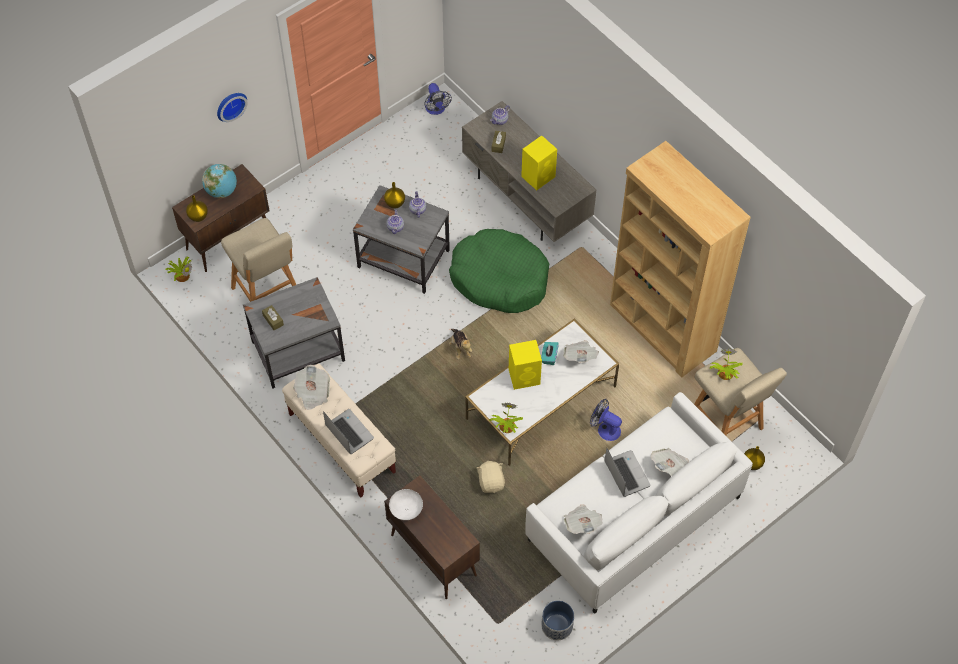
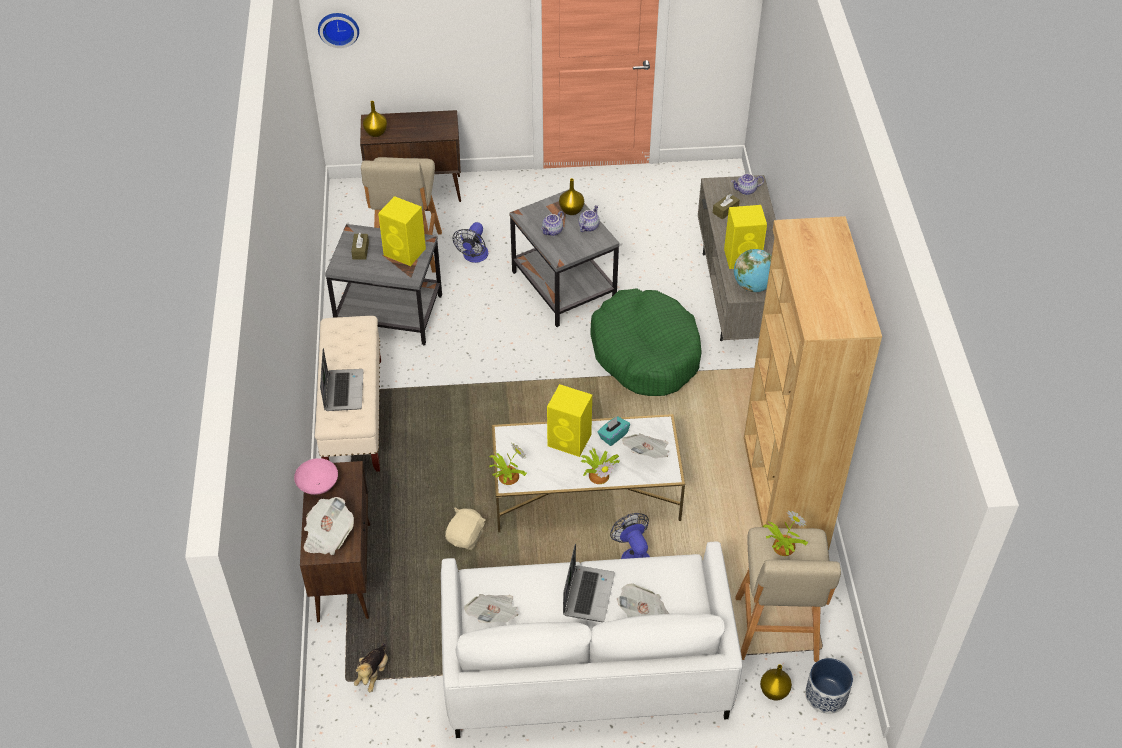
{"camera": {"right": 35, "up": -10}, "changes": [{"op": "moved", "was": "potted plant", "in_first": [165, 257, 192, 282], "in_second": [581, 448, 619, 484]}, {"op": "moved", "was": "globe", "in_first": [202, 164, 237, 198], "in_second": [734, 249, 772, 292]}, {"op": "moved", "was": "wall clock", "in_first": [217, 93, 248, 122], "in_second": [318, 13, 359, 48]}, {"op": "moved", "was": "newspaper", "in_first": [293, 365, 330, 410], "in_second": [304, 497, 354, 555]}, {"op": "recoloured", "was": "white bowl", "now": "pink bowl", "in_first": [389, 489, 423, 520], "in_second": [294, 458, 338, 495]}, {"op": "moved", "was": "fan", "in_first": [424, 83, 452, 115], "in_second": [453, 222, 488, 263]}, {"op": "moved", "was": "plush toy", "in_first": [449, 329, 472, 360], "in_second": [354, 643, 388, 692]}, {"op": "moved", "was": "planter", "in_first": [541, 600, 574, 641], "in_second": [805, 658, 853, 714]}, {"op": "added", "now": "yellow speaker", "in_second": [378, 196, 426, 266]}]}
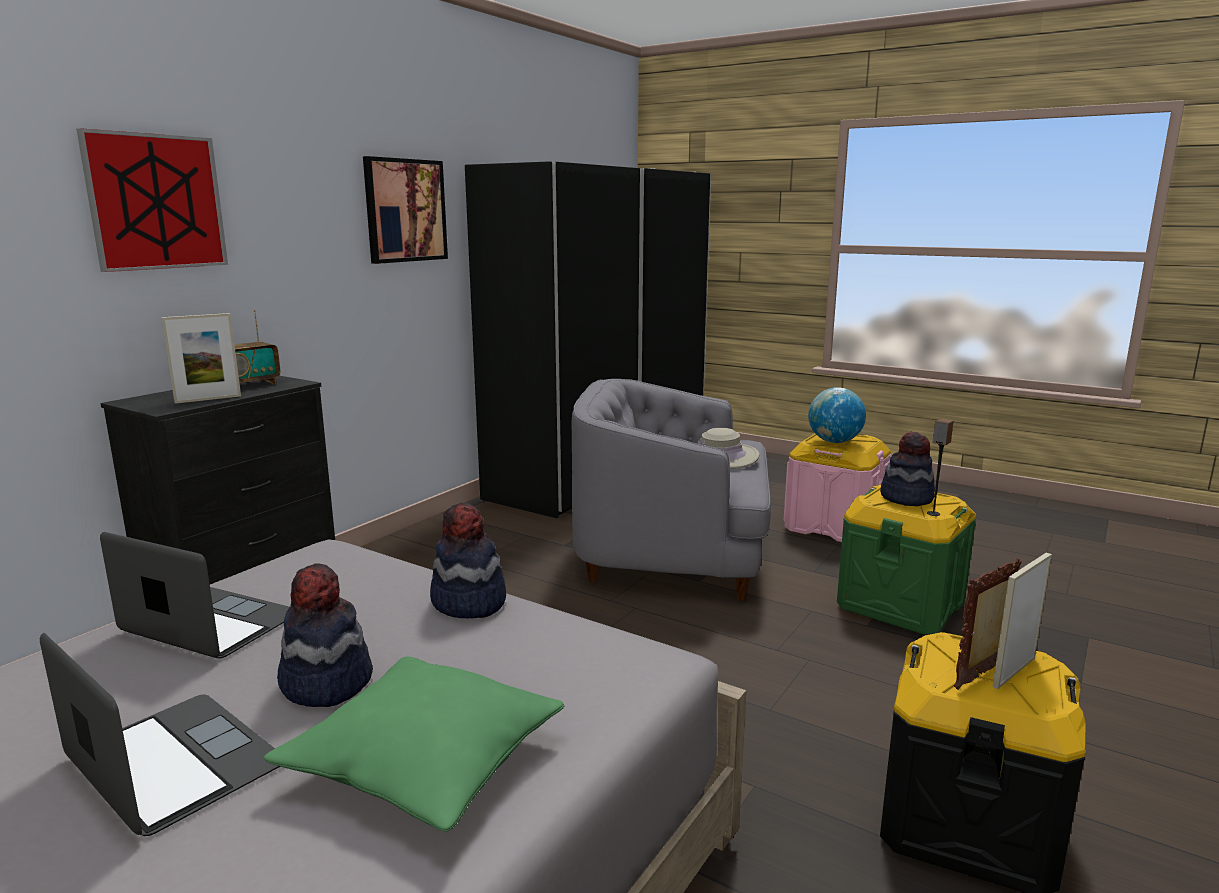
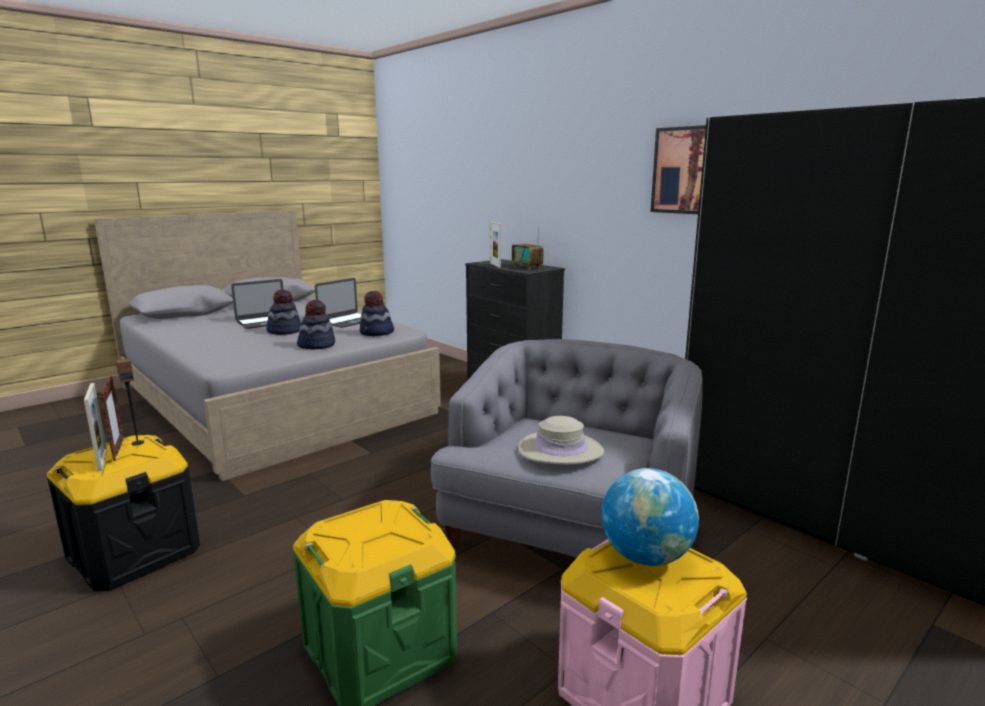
{"camera": {"right": 105, "up": 0}, "changes": [{"op": "removed", "was": "picture", "in_first": [76, 128, 228, 272]}, {"op": "removed", "was": "green pillow", "in_first": [264, 656, 564, 832]}, {"op": "moved", "was": "hat", "in_first": [880, 432, 935, 506], "in_second": [360, 291, 394, 336]}, {"op": "moved", "was": "speaker", "in_first": [927, 419, 953, 516], "in_second": [116, 358, 144, 445]}]}
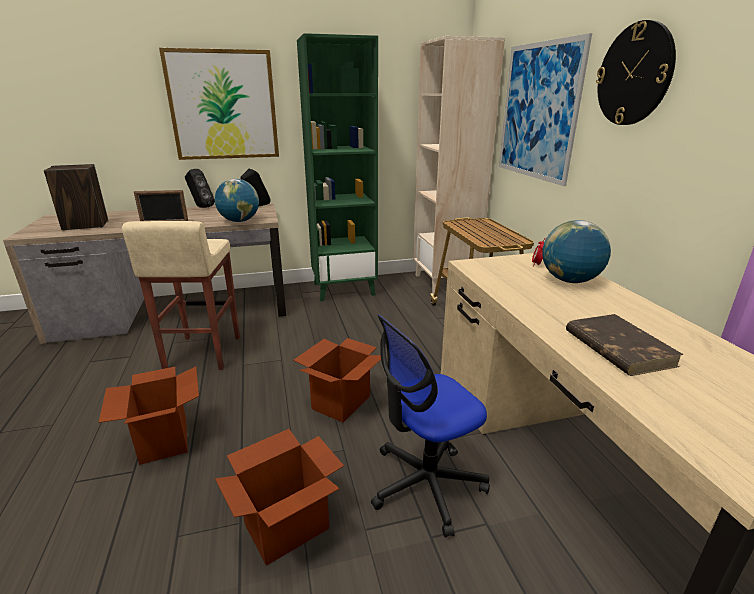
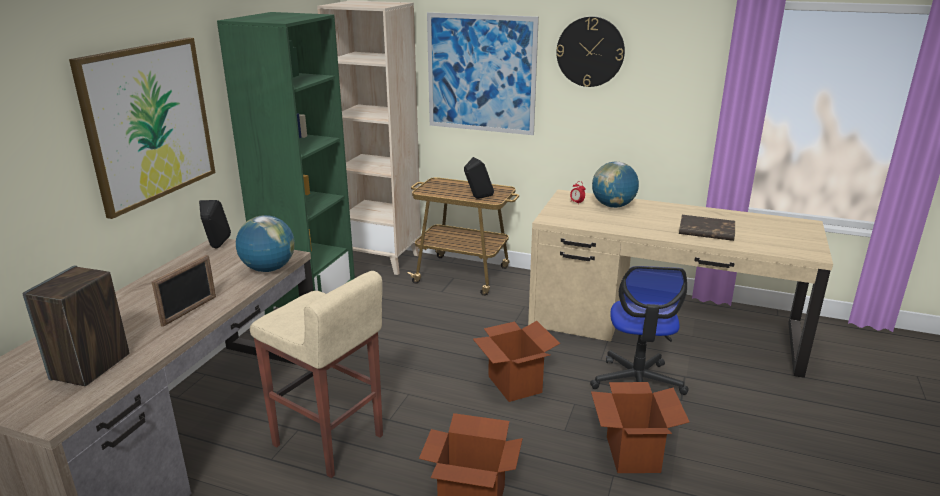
{"camera": {"right": -55, "up": 0}, "changes": [{"op": "moved", "was": "black speaker", "in_first": [185, 169, 215, 208], "in_second": [464, 157, 494, 199]}]}
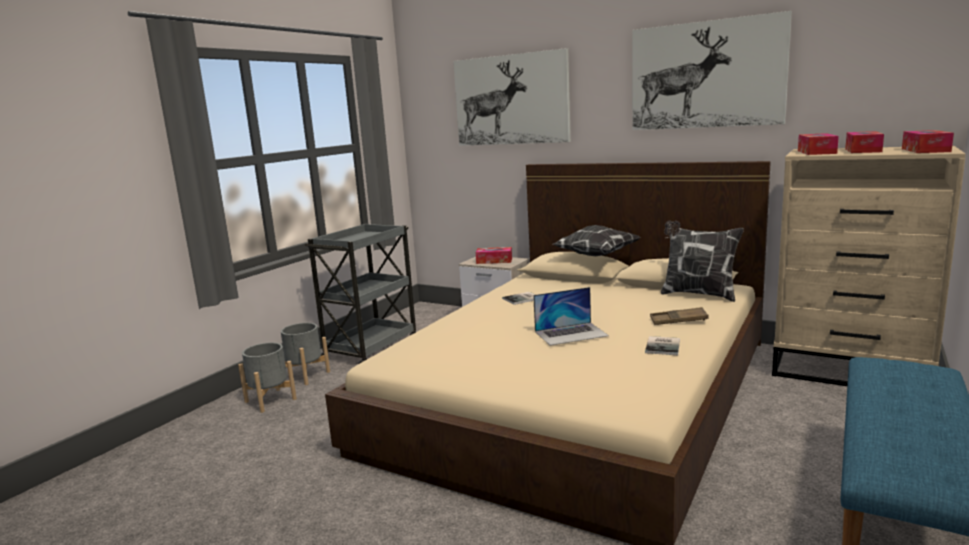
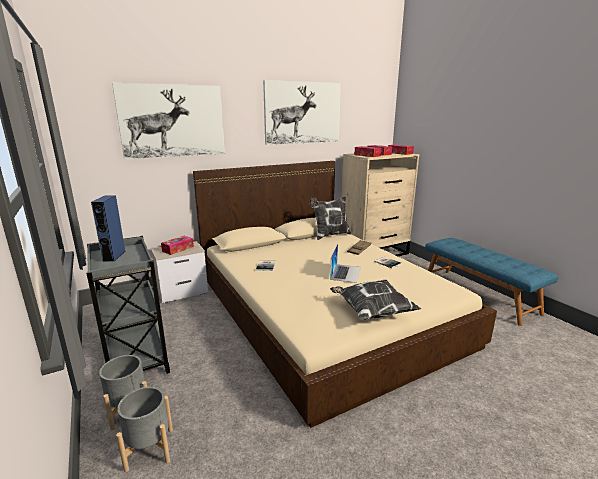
{"camera": {"right": -60, "up": 5}, "changes": [{"op": "moved", "was": "pillow", "in_first": [553, 225, 640, 256], "in_second": [330, 280, 421, 320]}, {"op": "added", "now": "blue speaker", "in_second": [91, 195, 125, 262]}]}
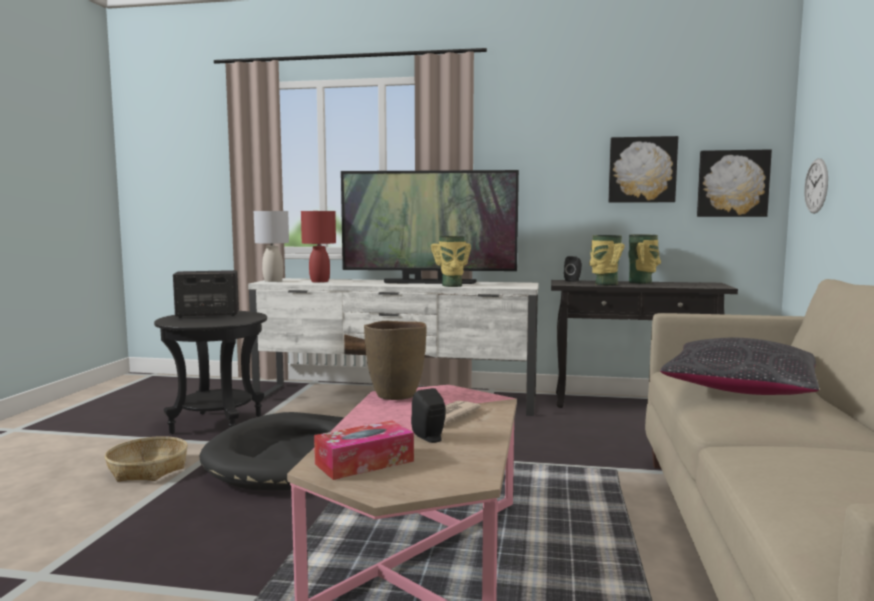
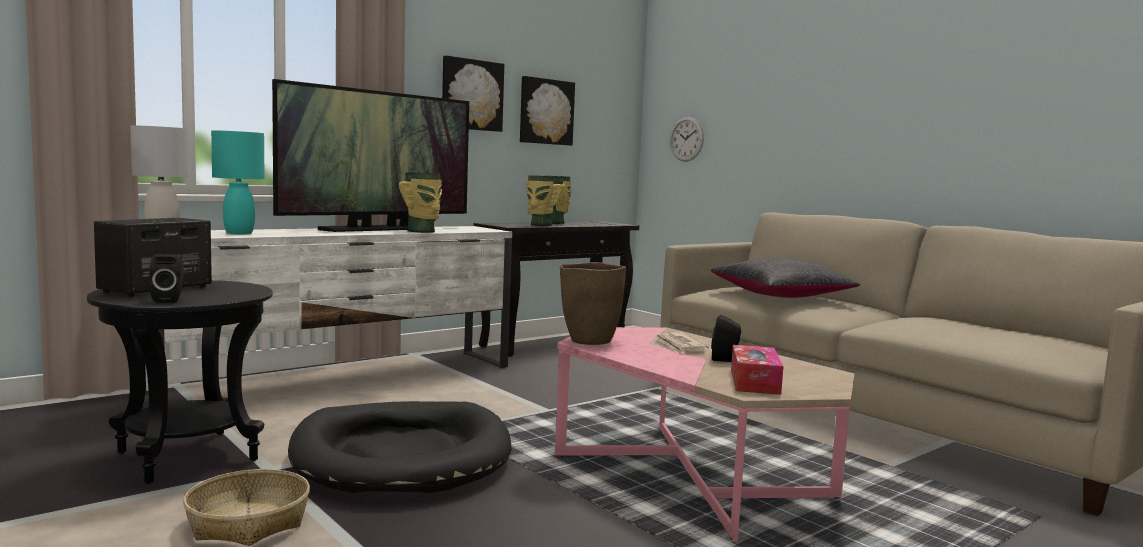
{"camera": {"right": -50, "up": 0}, "changes": [{"op": "recoloured", "was": "red table lamp", "now": "turquoise table lamp", "in_first": [301, 211, 336, 283], "in_second": [211, 130, 265, 234]}, {"op": "moved", "was": "black speaker", "in_first": [564, 256, 582, 282], "in_second": [150, 254, 184, 303]}, {"op": "moved", "was": "picture", "in_first": [697, 149, 772, 217], "in_second": [442, 56, 504, 132]}]}
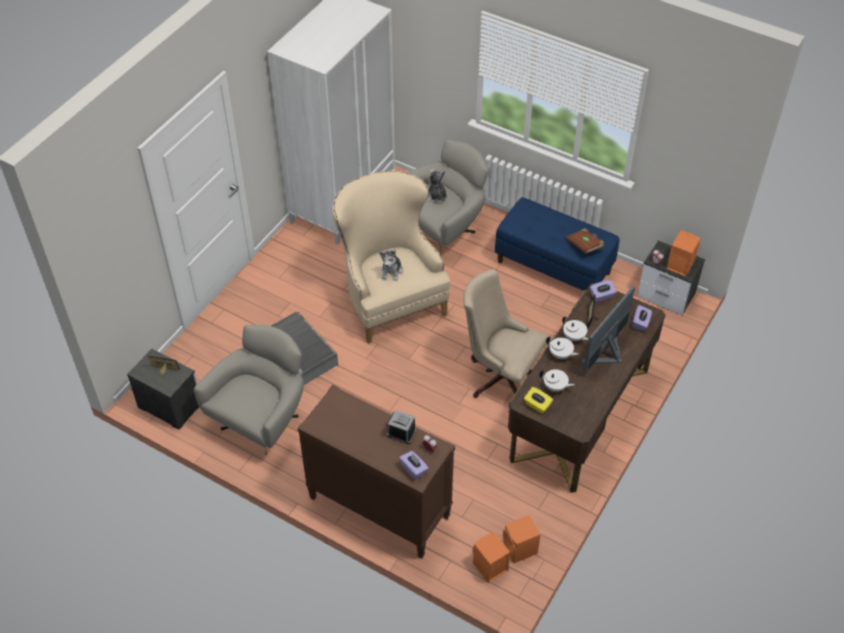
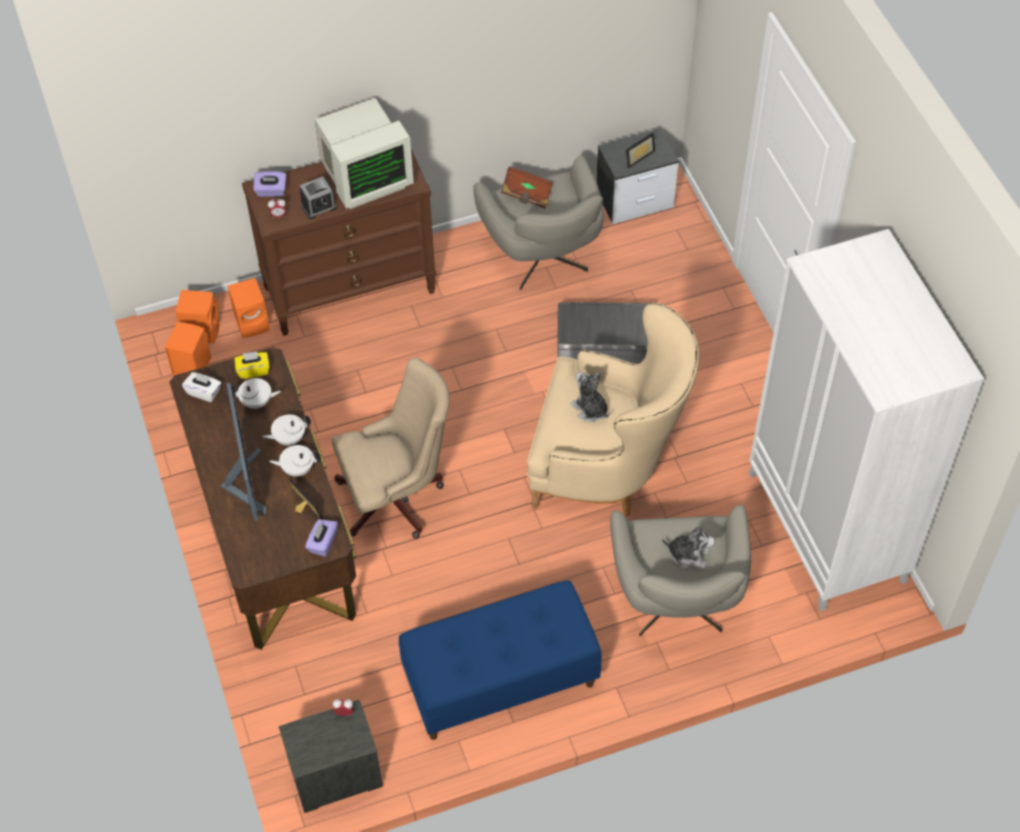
{"camera": {"right": 130, "up": 5}, "changes": [{"op": "turned", "was": "white teapot", "in_first": [539, 369, 575, 392], "in_second": [231, 378, 281, 409], "clockwise": -150}, {"op": "moved", "was": "brown book", "in_first": [566, 228, 604, 254], "in_second": [501, 166, 553, 208]}, {"op": "removed", "was": "purple tissue box", "in_first": [633, 305, 652, 331]}, {"op": "moved", "was": "orange speaker", "in_first": [666, 231, 701, 277], "in_second": [228, 278, 270, 338]}, {"op": "added", "now": "white tissue box", "in_second": [182, 372, 221, 402]}, {"op": "added", "now": "monitor", "in_second": [315, 98, 414, 209]}]}
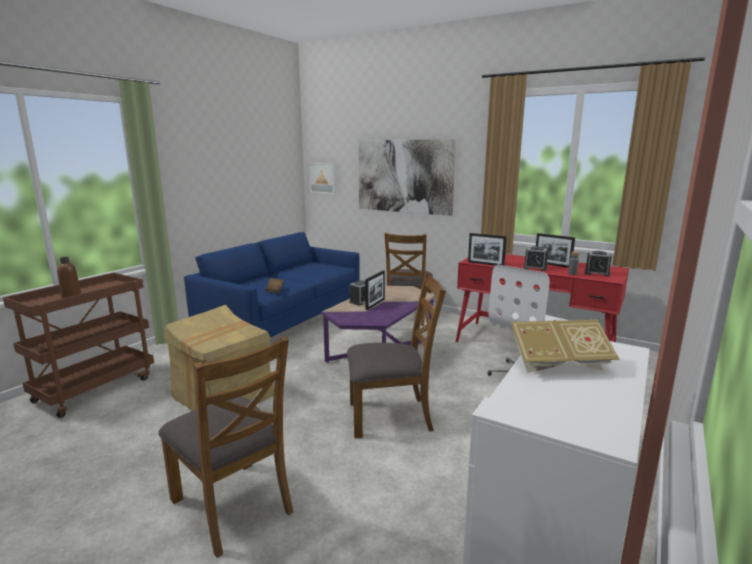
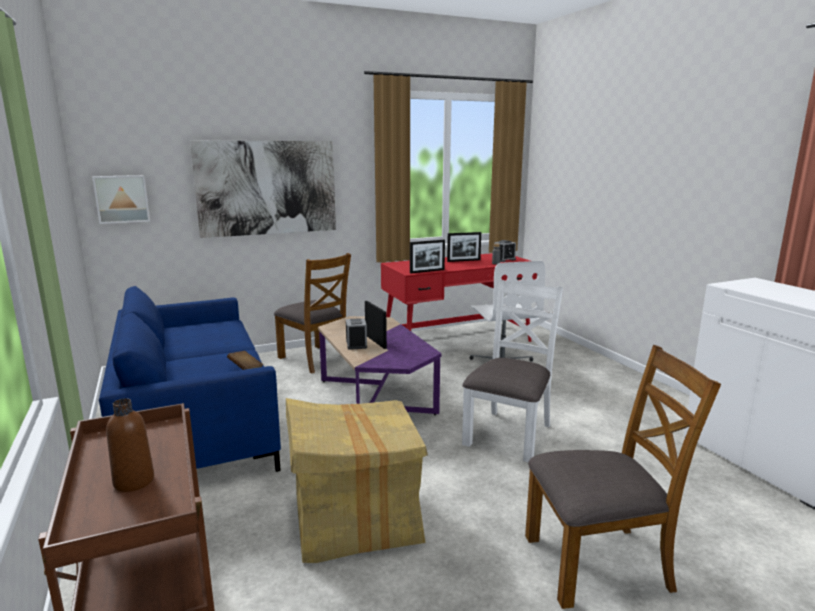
{"camera": {"right": -55, "up": 0}, "changes": [{"op": "recoloured", "was": "brown chair", "now": "white chair", "in_first": [347, 272, 446, 439], "in_second": [462, 280, 563, 462]}, {"op": "removed", "was": "book", "in_first": [511, 320, 619, 373]}, {"op": "removed", "was": "alarm clock", "in_first": [523, 246, 548, 271]}]}
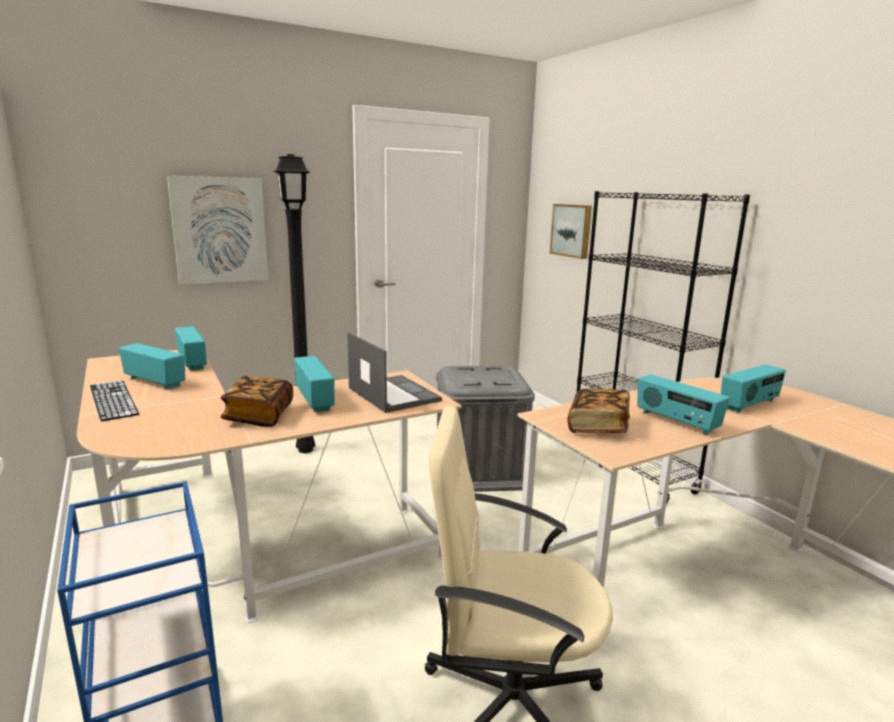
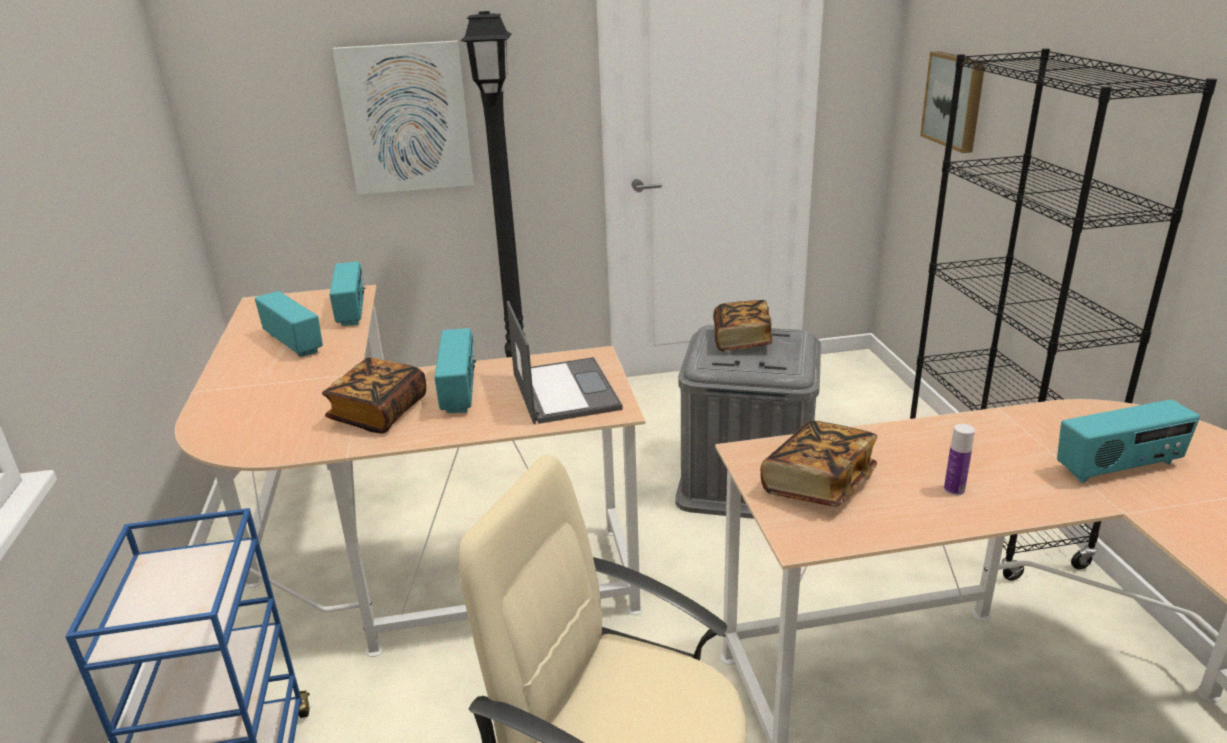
{"camera": {"right": 20, "up": 10}, "changes": [{"op": "removed", "was": "keyboard", "in_first": [90, 380, 139, 421]}, {"op": "replaced", "was": "radio", "now": "bottle", "in_first": [637, 374, 730, 435], "in_second": [944, 424, 975, 496]}, {"op": "added", "now": "book", "in_second": [713, 300, 773, 352]}]}
